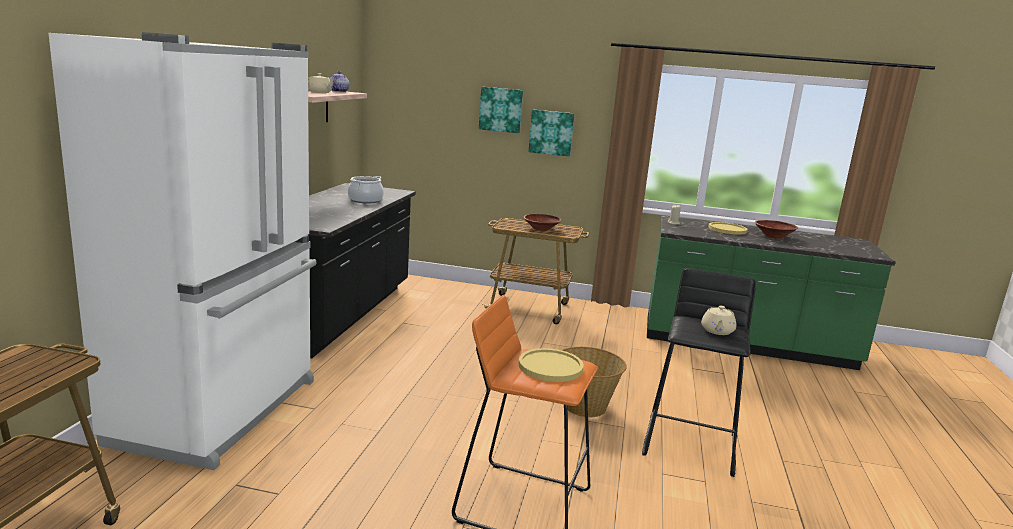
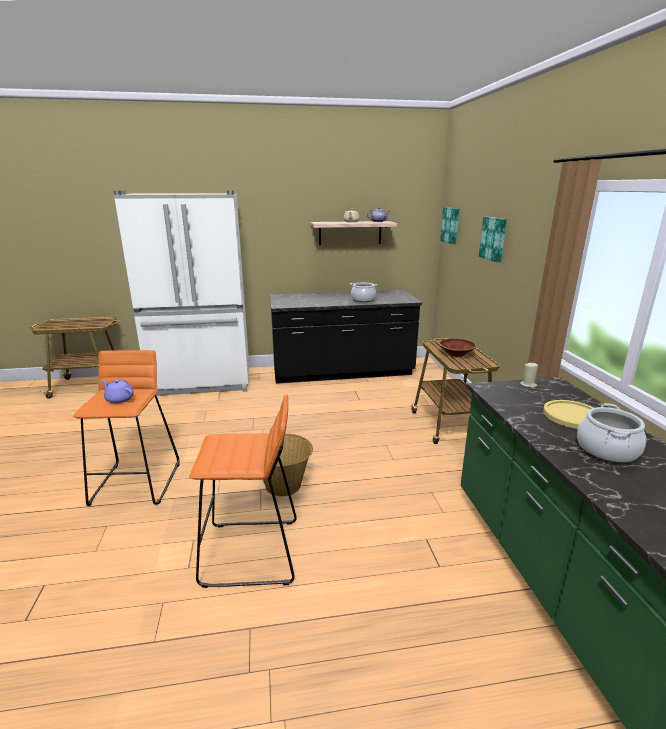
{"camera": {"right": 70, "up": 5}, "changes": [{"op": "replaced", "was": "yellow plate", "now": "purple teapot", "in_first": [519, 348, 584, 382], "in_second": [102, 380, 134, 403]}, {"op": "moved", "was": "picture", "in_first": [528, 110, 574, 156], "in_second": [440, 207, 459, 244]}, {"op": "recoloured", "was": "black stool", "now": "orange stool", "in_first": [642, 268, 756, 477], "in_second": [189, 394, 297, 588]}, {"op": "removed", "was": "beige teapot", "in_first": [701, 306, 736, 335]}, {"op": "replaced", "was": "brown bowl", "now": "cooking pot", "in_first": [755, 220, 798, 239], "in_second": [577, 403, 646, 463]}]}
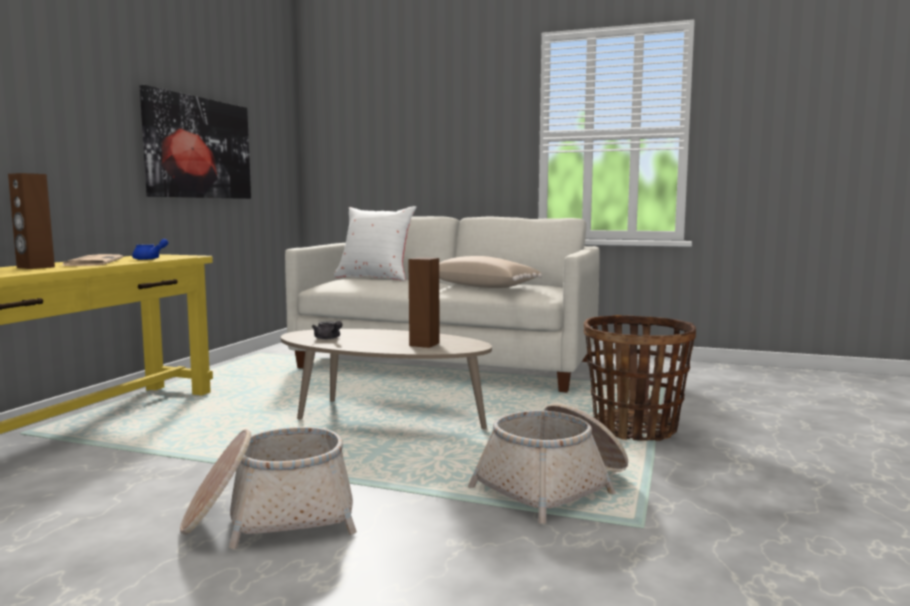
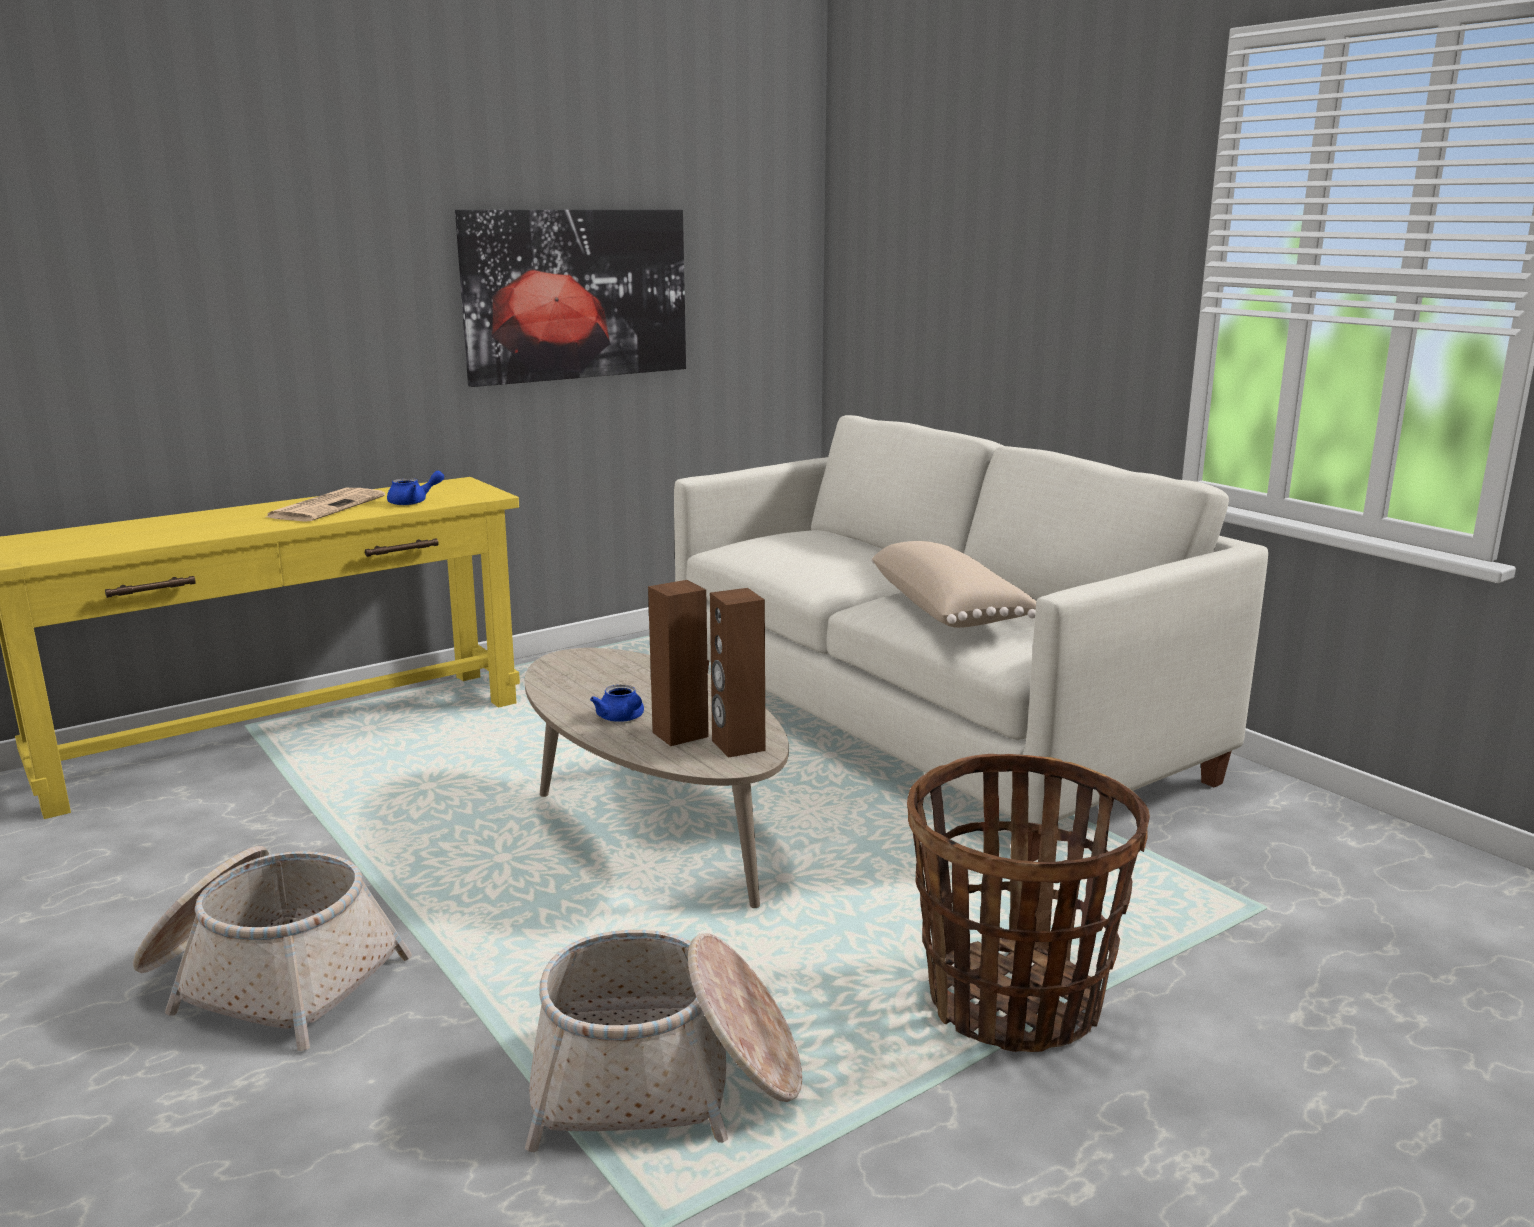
{"camera": {"right": 35, "up": 10}, "changes": [{"op": "moved", "was": "brown speaker", "in_first": [8, 173, 55, 269], "in_second": [710, 588, 765, 758]}, {"op": "removed", "was": "grey teapot", "in_first": [312, 321, 342, 339]}, {"op": "removed", "was": "white pillow", "in_first": [334, 206, 417, 281]}, {"op": "added", "now": "blue teapot", "in_second": [590, 685, 644, 722]}]}
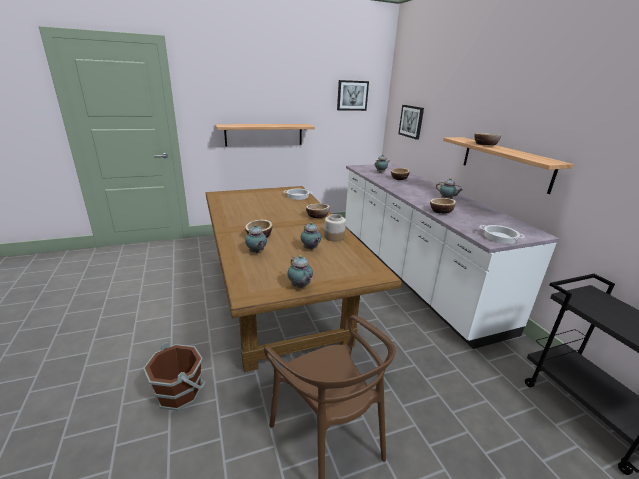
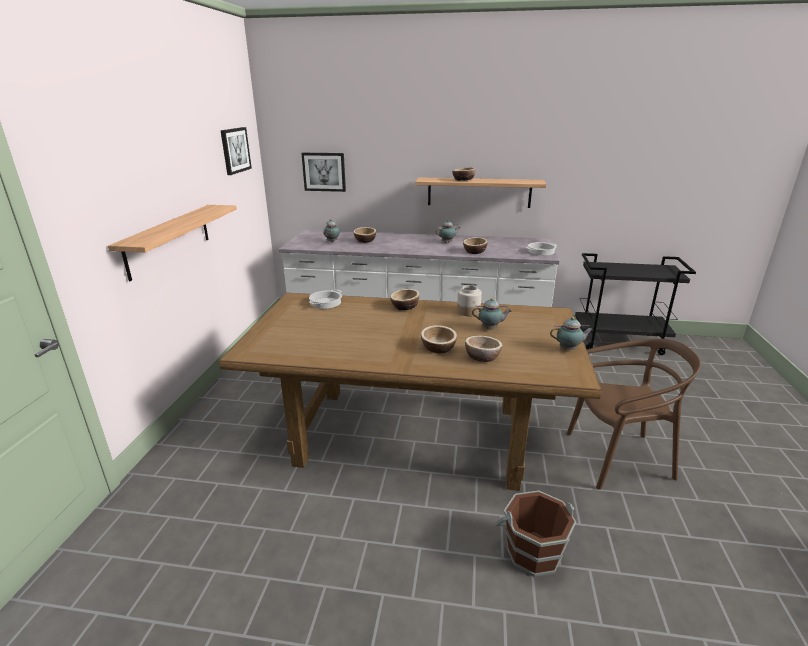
{"camera": {"right": -60, "up": 0}, "changes": [{"op": "replaced", "was": "teapot", "now": "bowl", "in_first": [245, 225, 267, 253], "in_second": [465, 336, 502, 362]}]}
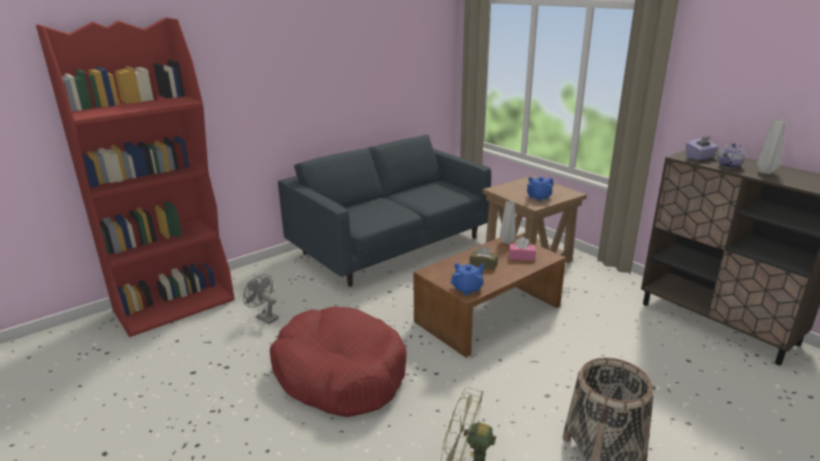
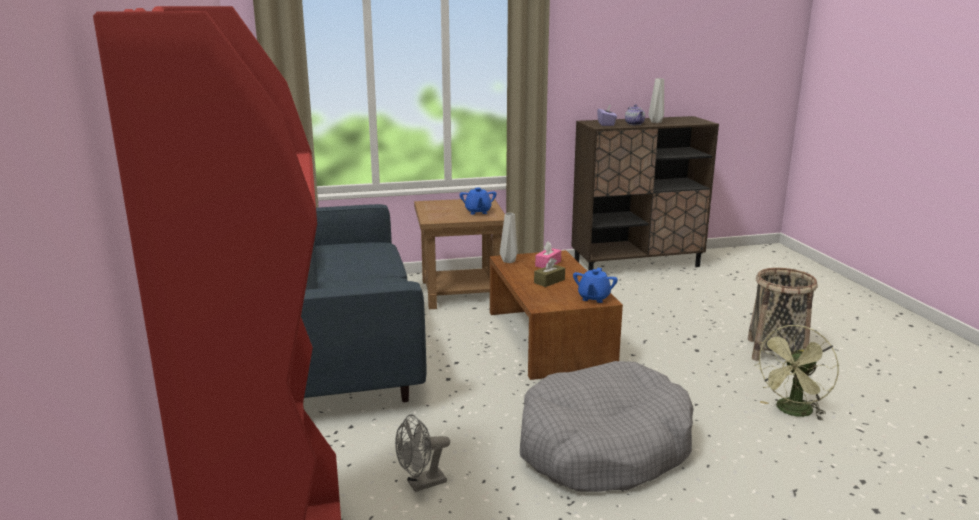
{"camera": {"right": -65, "up": -5}, "changes": [{"op": "recoloured", "was": "red dog bed", "now": "grey dog bed", "in_first": [270, 306, 407, 417], "in_second": [520, 361, 694, 492]}, {"op": "turned", "was": "blue teapot", "in_first": [451, 263, 485, 295], "in_second": [573, 268, 618, 303], "clockwise": -150}]}
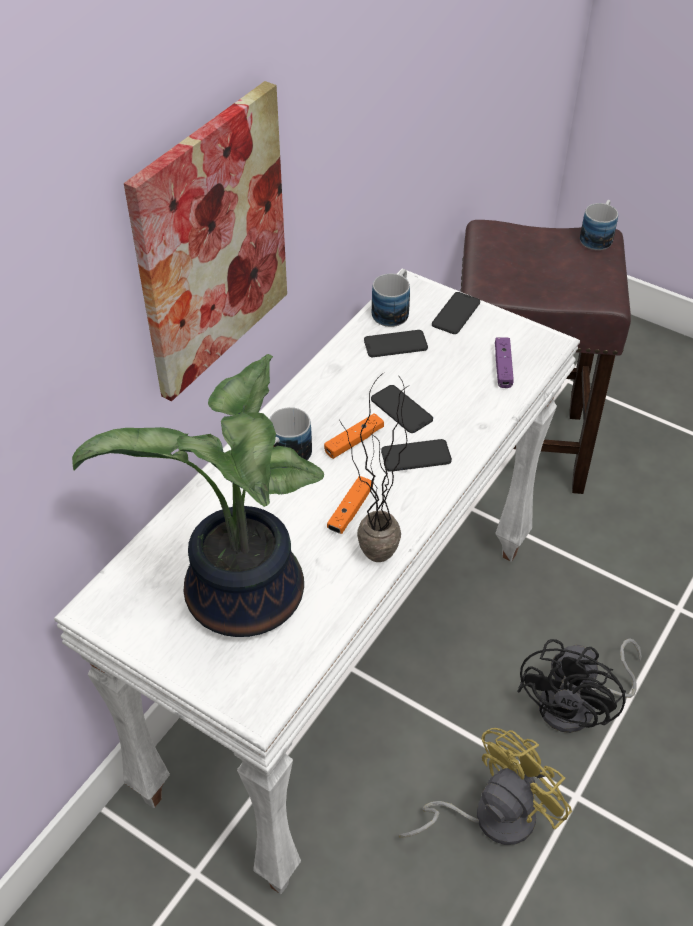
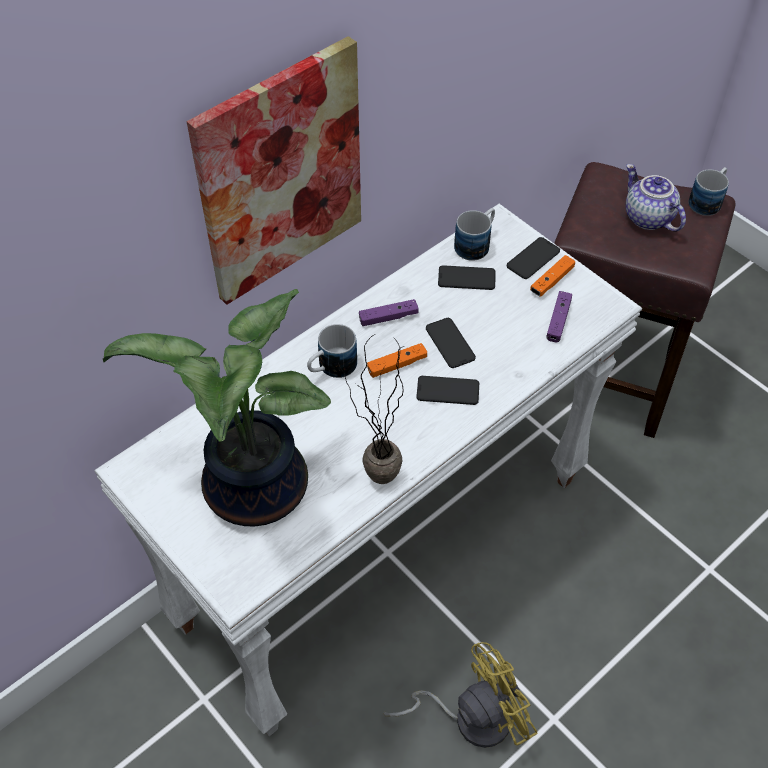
{"camera": {"right": 15, "up": 5}, "changes": [{"op": "moved", "was": "orange game controller", "in_first": [327, 476, 373, 534], "in_second": [530, 255, 575, 296]}, {"op": "removed", "was": "black fan", "in_first": [517, 638, 642, 733]}, {"op": "added", "now": "purple game controller", "in_second": [359, 299, 419, 326]}, {"op": "added", "now": "teapot", "in_second": [625, 164, 686, 232]}]}
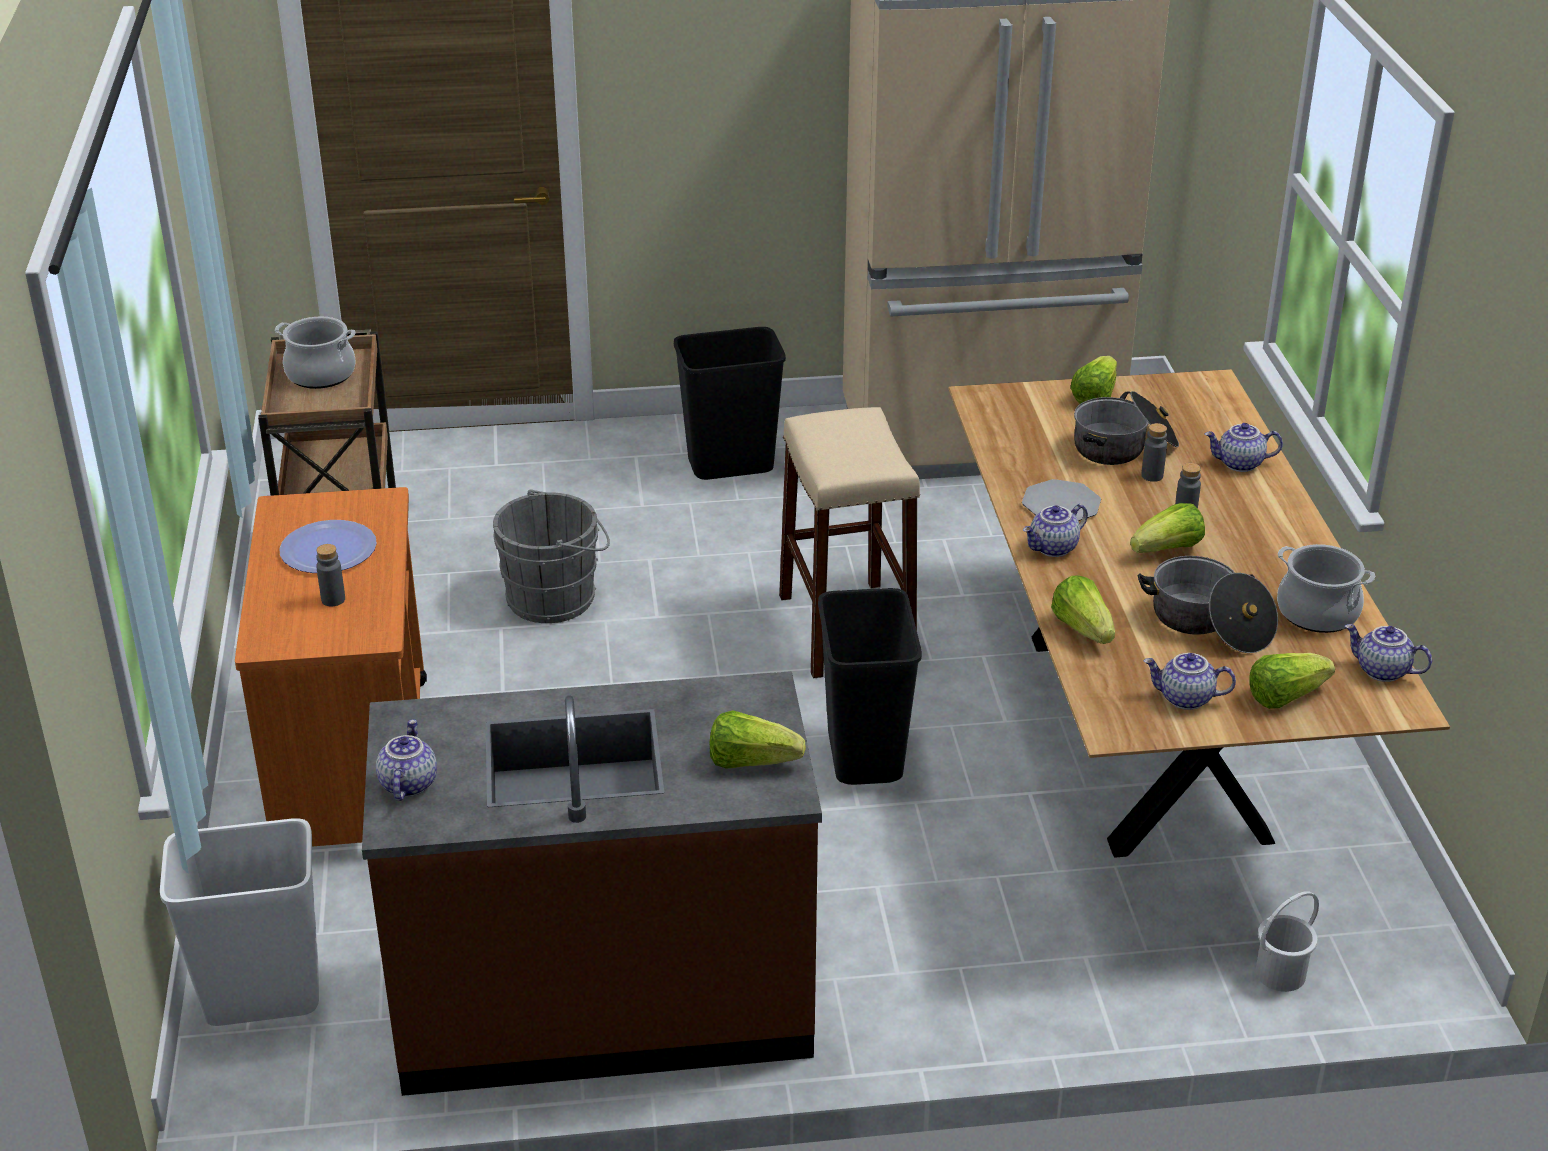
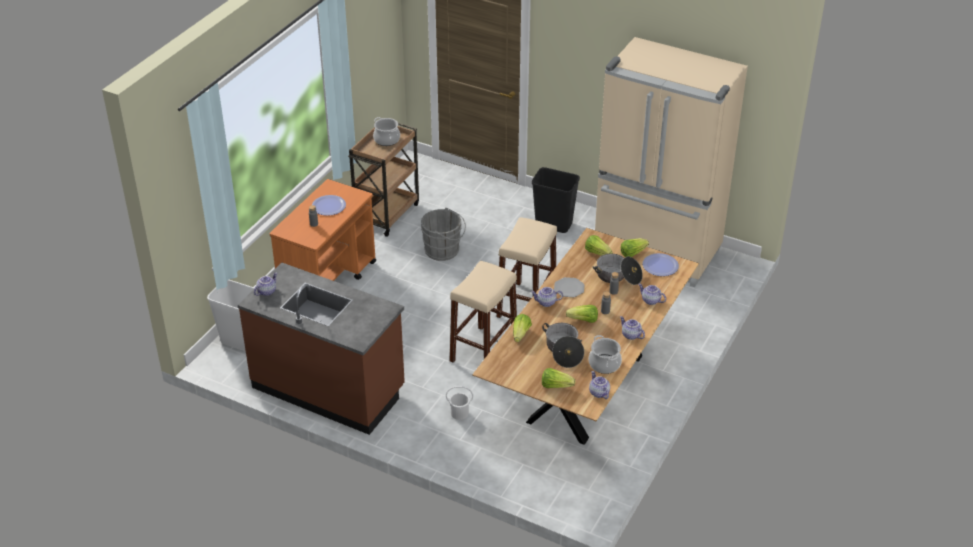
{"camera": {"right": 35, "up": 5}, "changes": [{"op": "moved", "was": "lettuce", "in_first": [710, 710, 806, 769], "in_second": [585, 235, 613, 256]}, {"op": "replaced", "was": "black trash can", "now": "beige stool", "in_first": [818, 588, 922, 785], "in_second": [449, 261, 517, 363]}, {"op": "moved", "was": "teapot", "in_first": [1143, 653, 1236, 710], "in_second": [620, 316, 645, 340]}, {"op": "moved", "was": "white bucket", "in_first": [1256, 891, 1319, 992], "in_second": [446, 386, 473, 420]}, {"op": "added", "now": "plate", "in_second": [643, 253, 679, 276]}]}
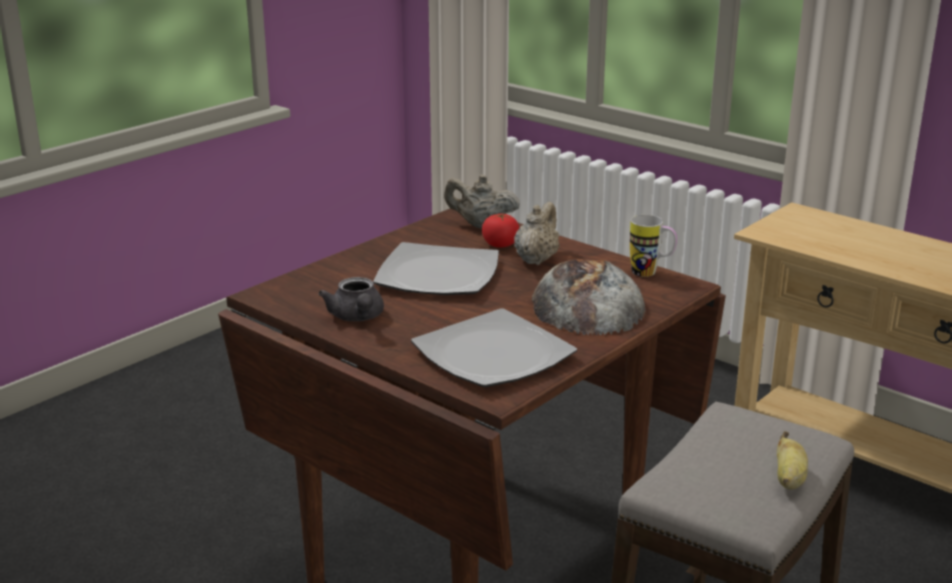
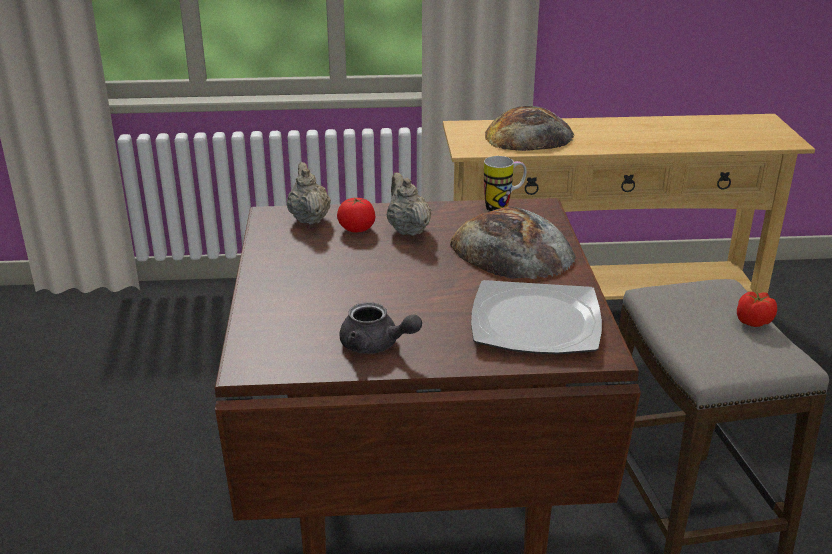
{"camera": {"right": -45, "up": 5}, "changes": [{"op": "removed", "was": "plate", "in_first": [373, 242, 499, 295]}, {"op": "turned", "was": "beige teapot", "in_first": [444, 175, 520, 229], "in_second": [287, 162, 331, 225], "clockwise": 105}, {"op": "replaced", "was": "banana", "now": "tomato", "in_first": [777, 431, 808, 489], "in_second": [737, 292, 777, 327]}, {"op": "added", "now": "bread", "in_second": [485, 106, 575, 151]}]}
